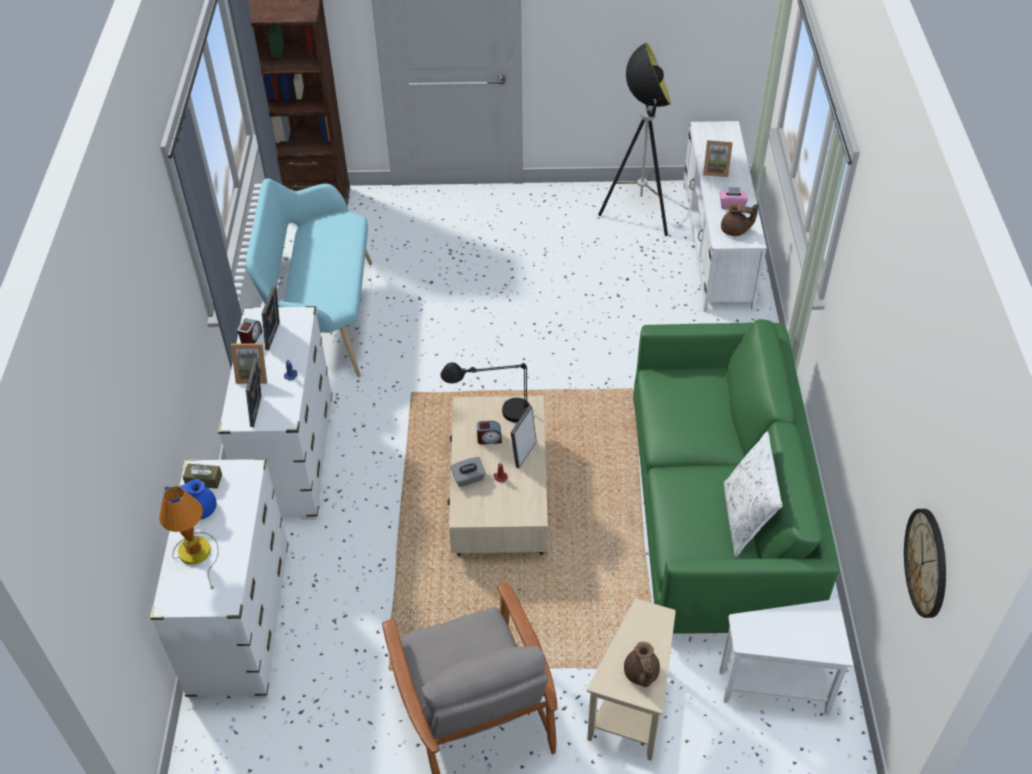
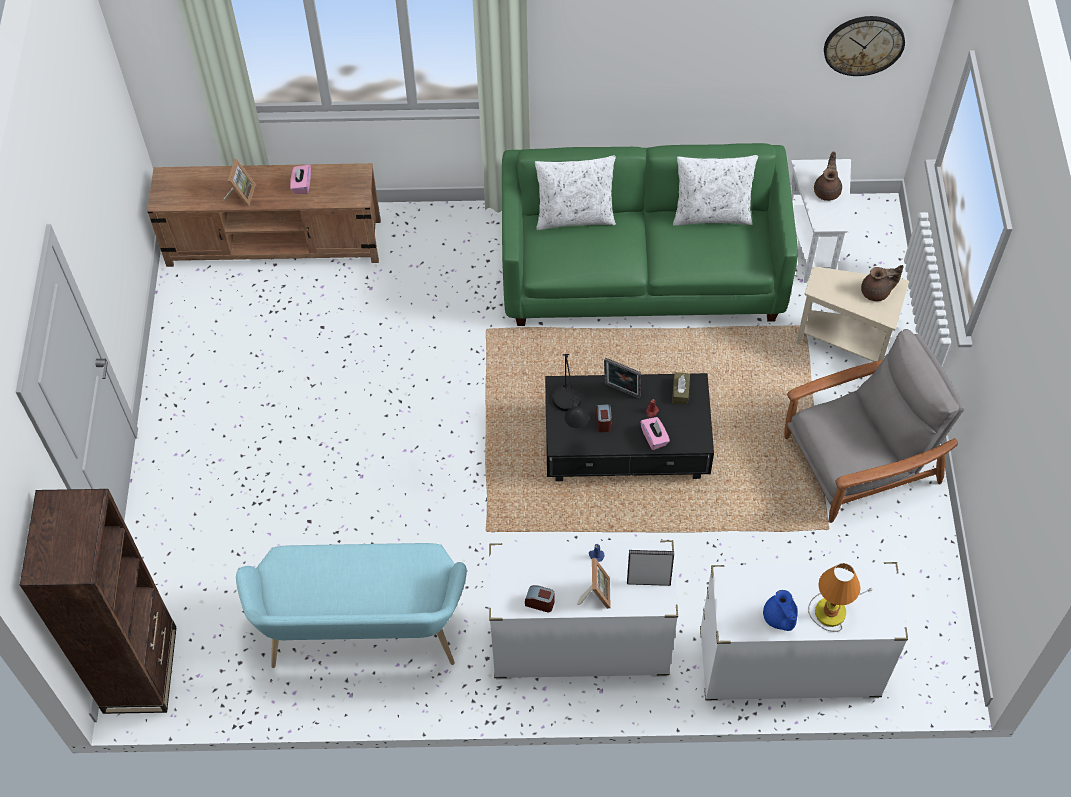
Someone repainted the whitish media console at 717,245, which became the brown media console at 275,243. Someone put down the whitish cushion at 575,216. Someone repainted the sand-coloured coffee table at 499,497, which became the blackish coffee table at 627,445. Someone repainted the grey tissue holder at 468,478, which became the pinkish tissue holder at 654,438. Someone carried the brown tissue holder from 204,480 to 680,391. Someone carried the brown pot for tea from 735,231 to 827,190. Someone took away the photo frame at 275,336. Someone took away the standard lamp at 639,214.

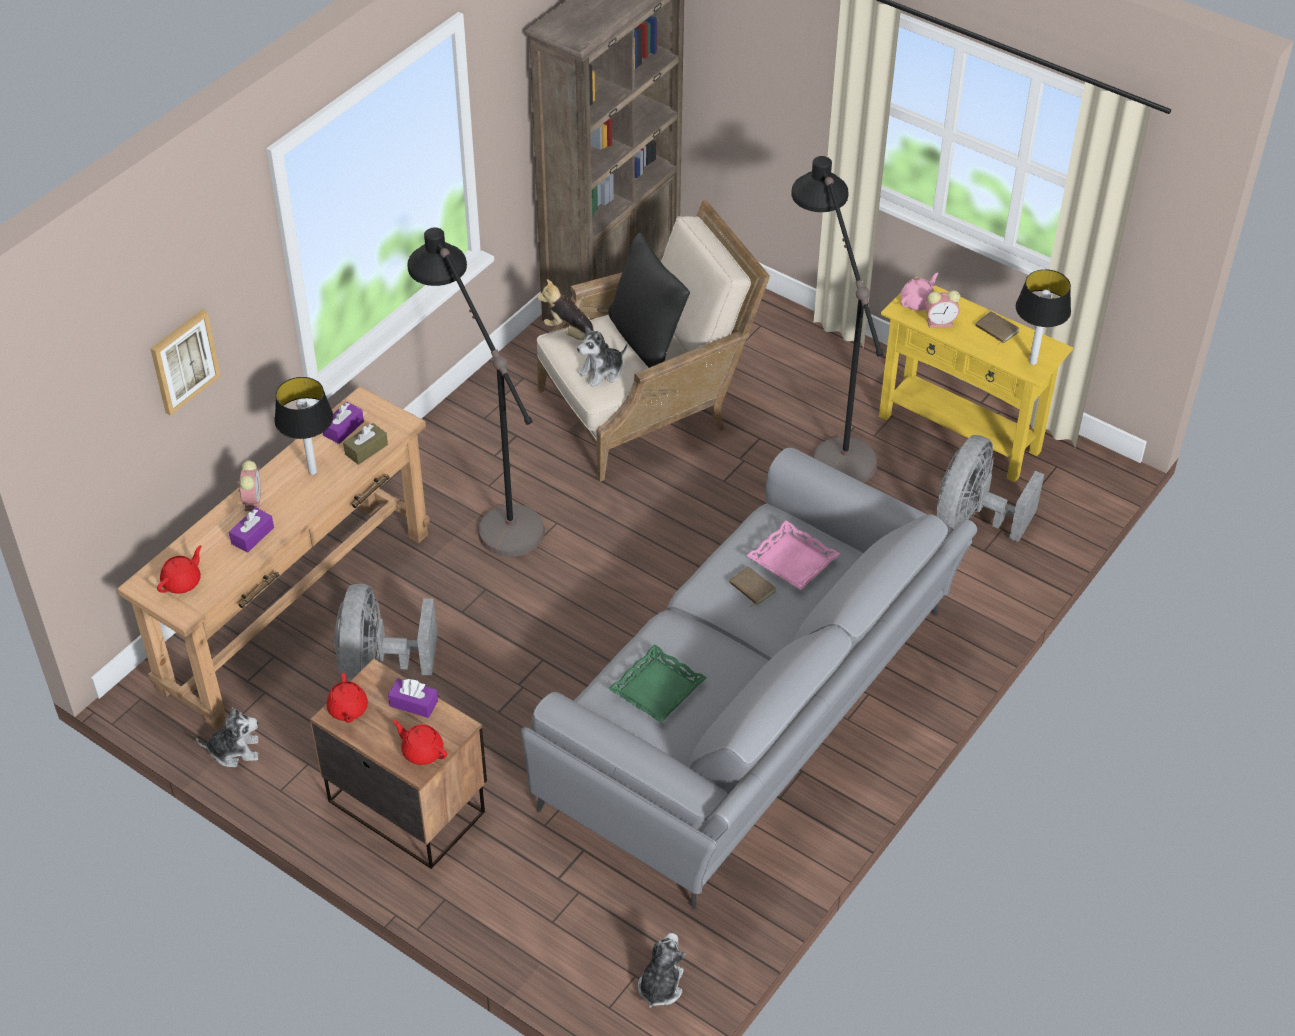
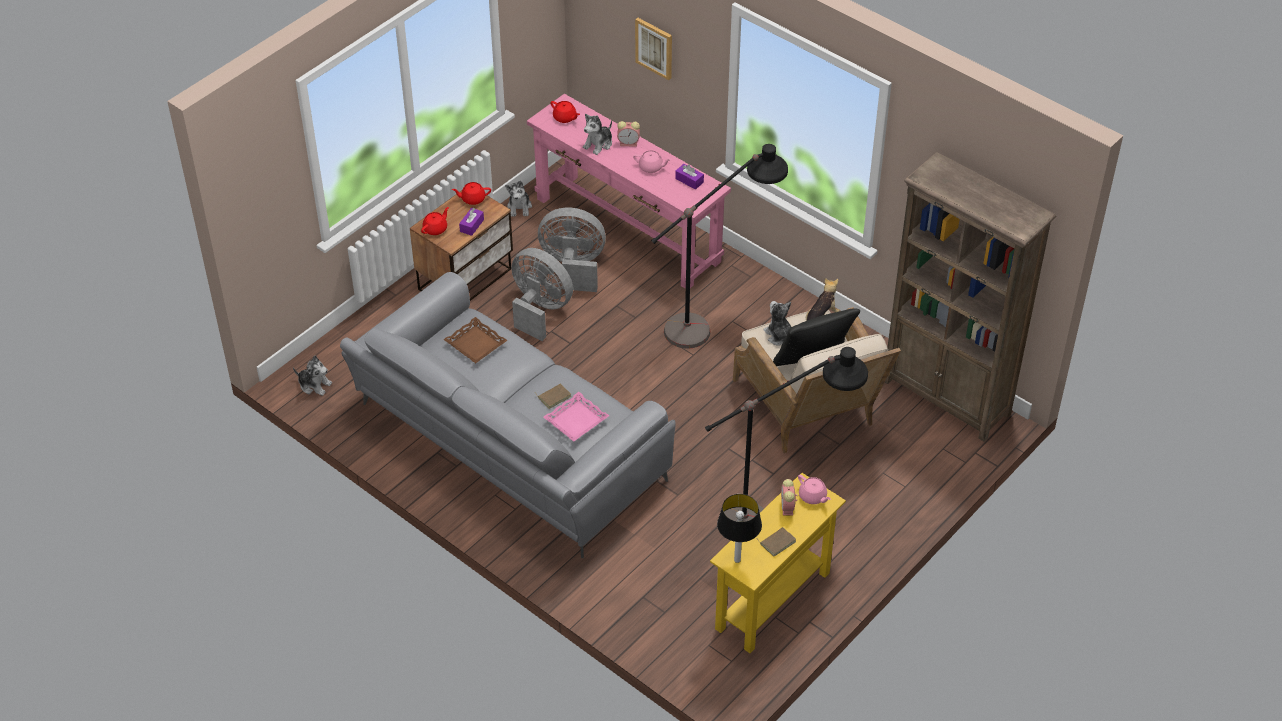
Someone repainted the green-coloured serving tray at 657,688, which became the brown serving tray at 476,344. Someone carried the grey electric fan from 972,520 to 540,309. Someone repainted the brown narrow table at 297,610, which became the pinkish narrow table at 627,230. Someone swapped the purplish tissue holder at 252,535 for the cuddly toy at 598,144. Someone swapped the tabletop lamp at 312,471 for the pinkish pot for tea at 651,167. Someone took away the brown tissue holder at 366,449.

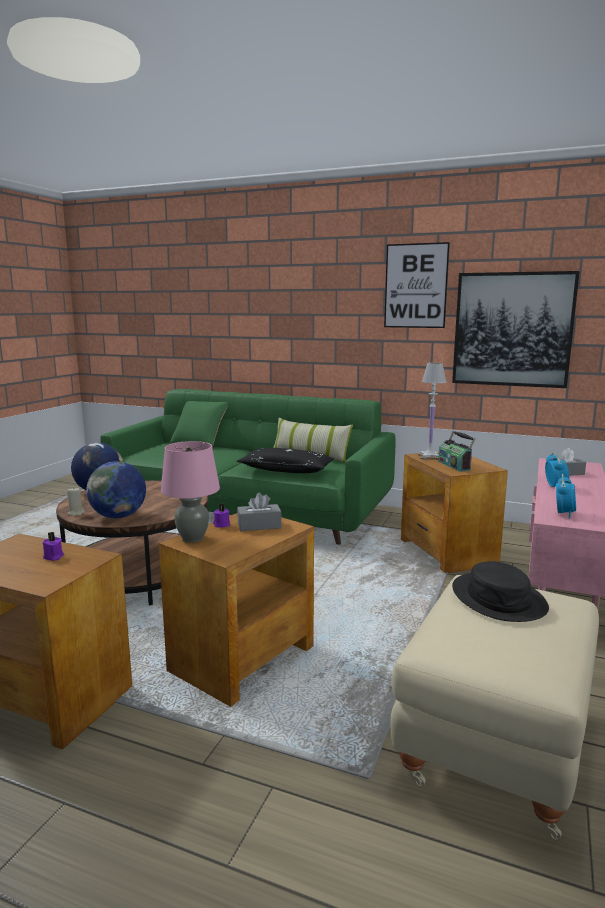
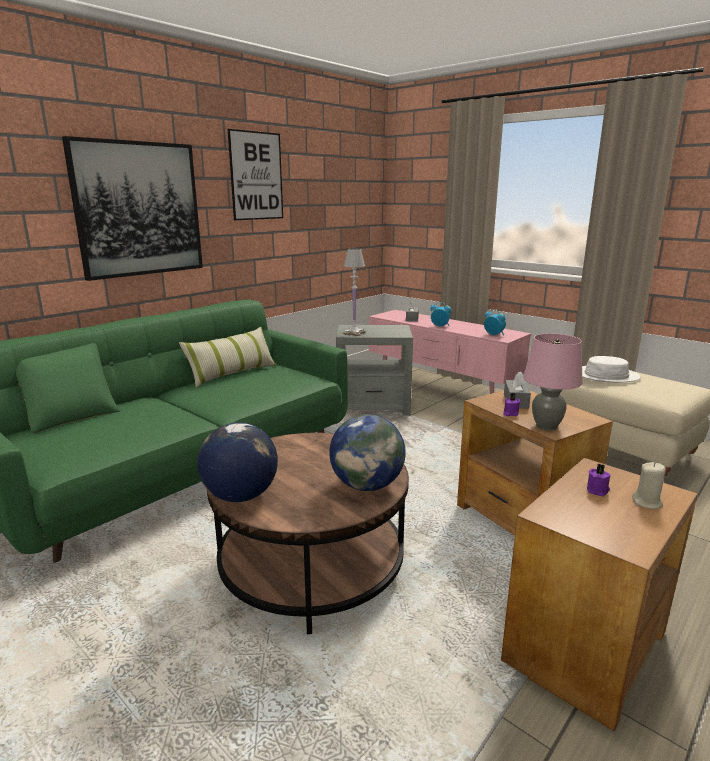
Someone carried the wall art from 512,329 to 138,209. Someone repainted the brown accent table at 447,552, which became the grey accent table at 373,406. Someone repainted the blackish wearable hat at 498,598, which became the whitish wearable hat at 606,375. Someone carried the sand-coloured wax candle from 76,513 to 647,502. Someone took away the blackish cushion at 286,470. Someone took away the radio receiver at 455,465.

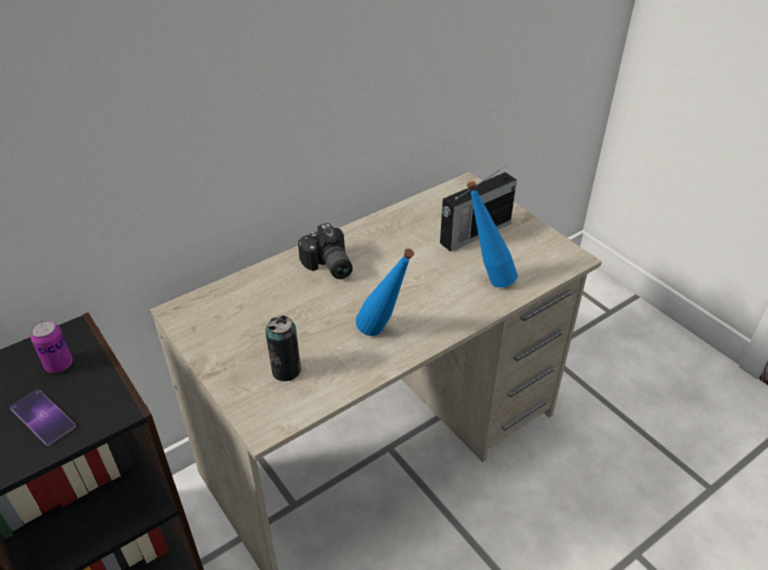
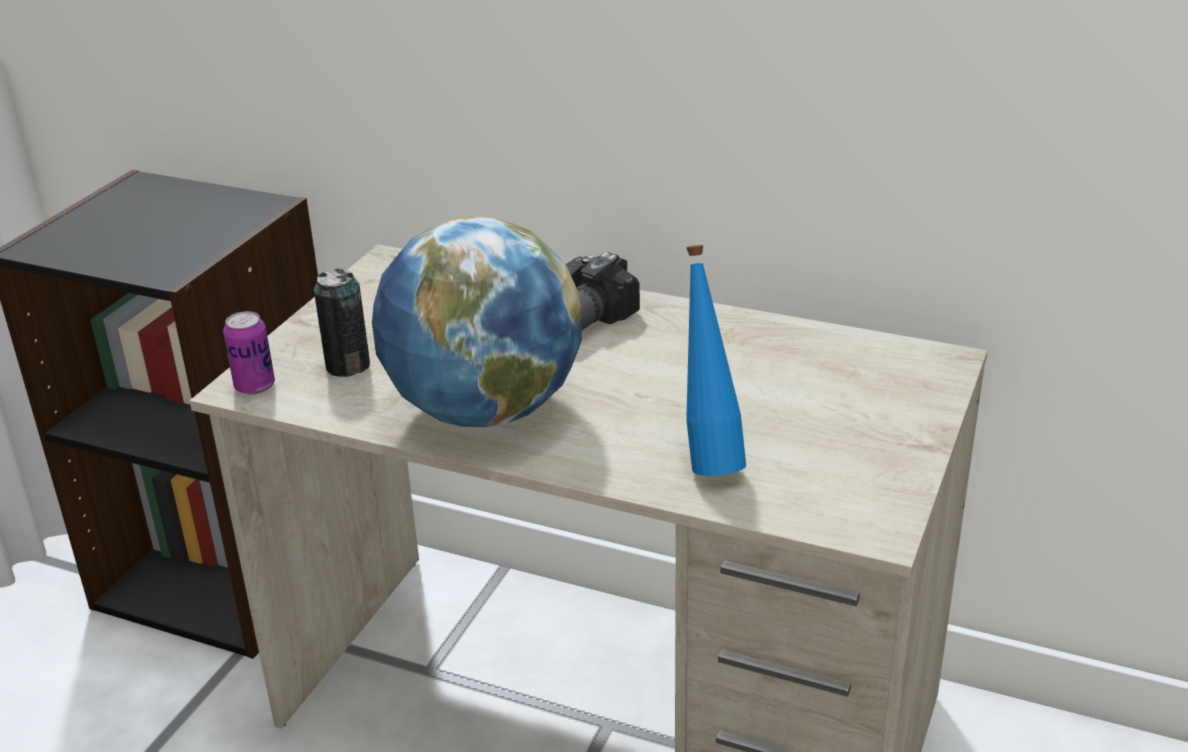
Someone carried the metal can from 59,364 to 255,386. Someone swapped the blue drink bottle at 384,334 for the world globe at 483,411. Someone took away the telephone at 43,417. Someone took away the radio receiver at 474,233.

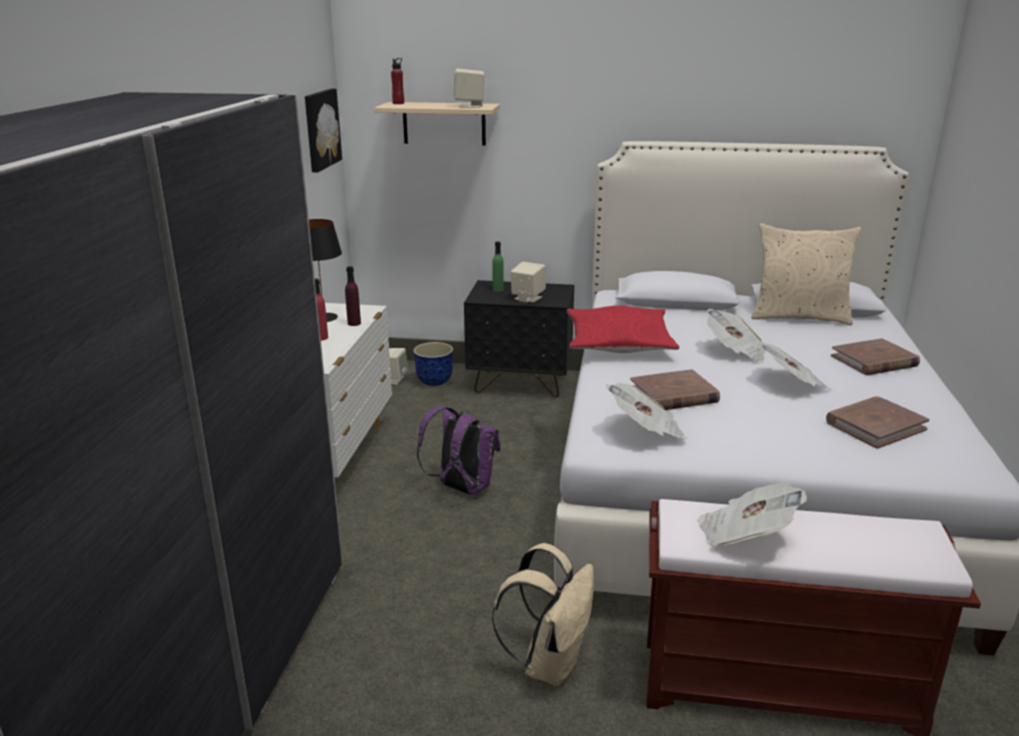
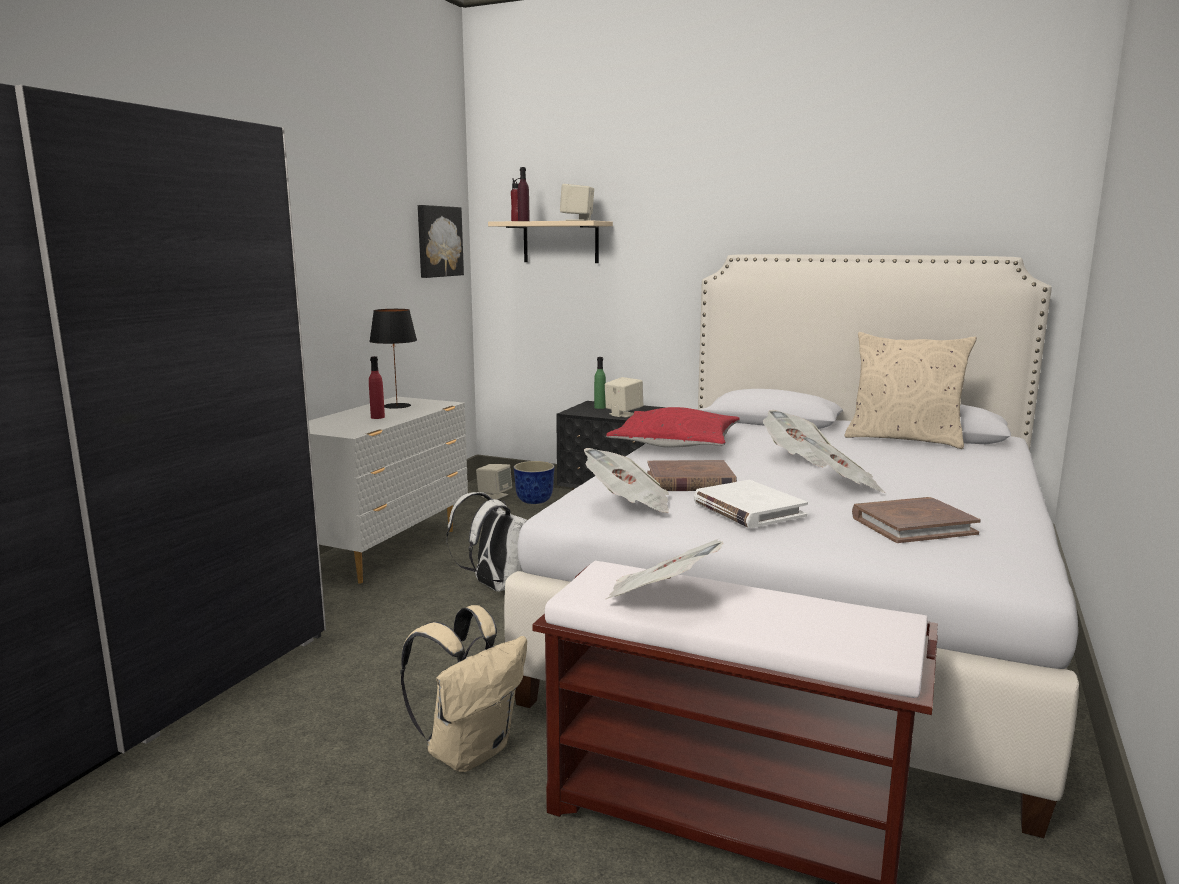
Someone repainted the purplish backpack at 461,488, which became the whitish backpack at 495,586. Someone carried the purplish drink bottle from 354,323 to 523,221. Someone put down the whitish bound book at 748,509. Someone took away the brown bound book at 874,361.

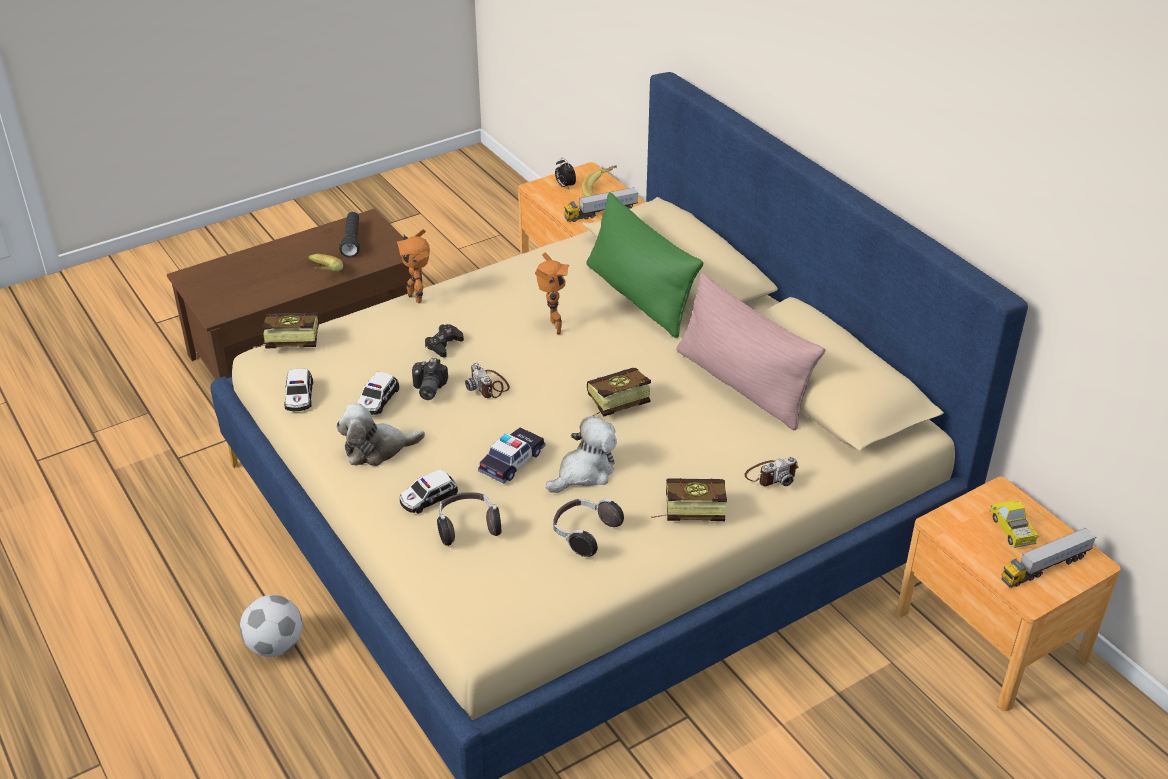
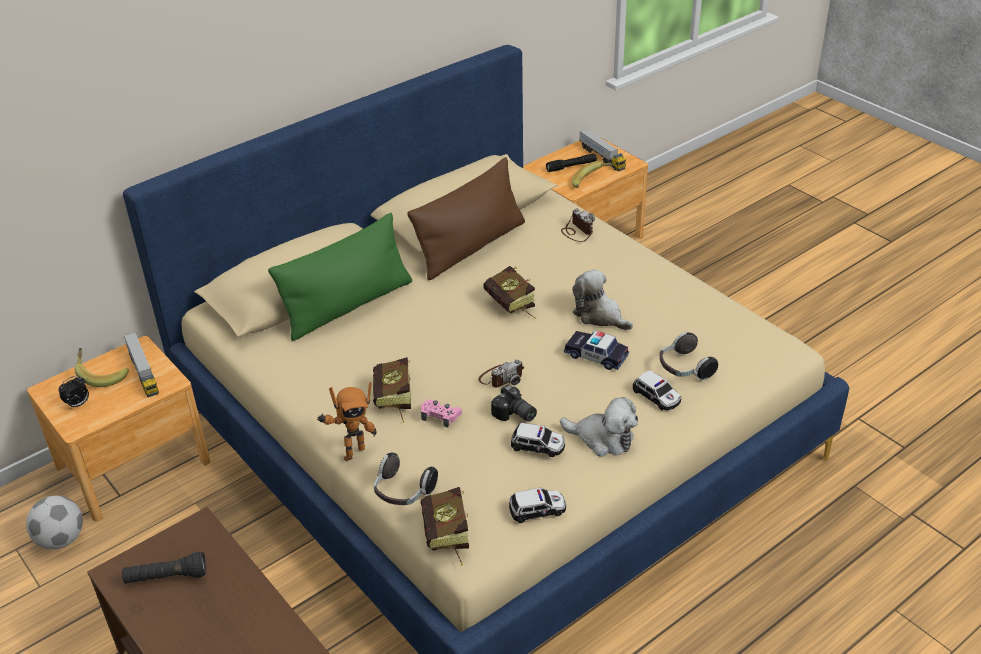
Someone carried the football from 275,646 to 61,539. Someone carried the bound book from 687,511 to 393,401. Someone carried the pair of headphones from 584,534 to 403,492. Someone repainted the pinkish cushion at 742,384, which became the brown cushion at 471,247. Someone repainted the blackish game controller at 444,345, which became the pinkish game controller at 440,416. Someone rotated the still camera at 427,389 by 45 degrees clockwise. Someone swapped the toy lorry at 1011,530 for the blackish hand torch at 571,166. Someone rotated the cuddly toy at 377,449 by 45 degrees counterclockwise. Someone carried the whole banana from 321,274 to 592,182. Someone took away the model robot at 552,328.

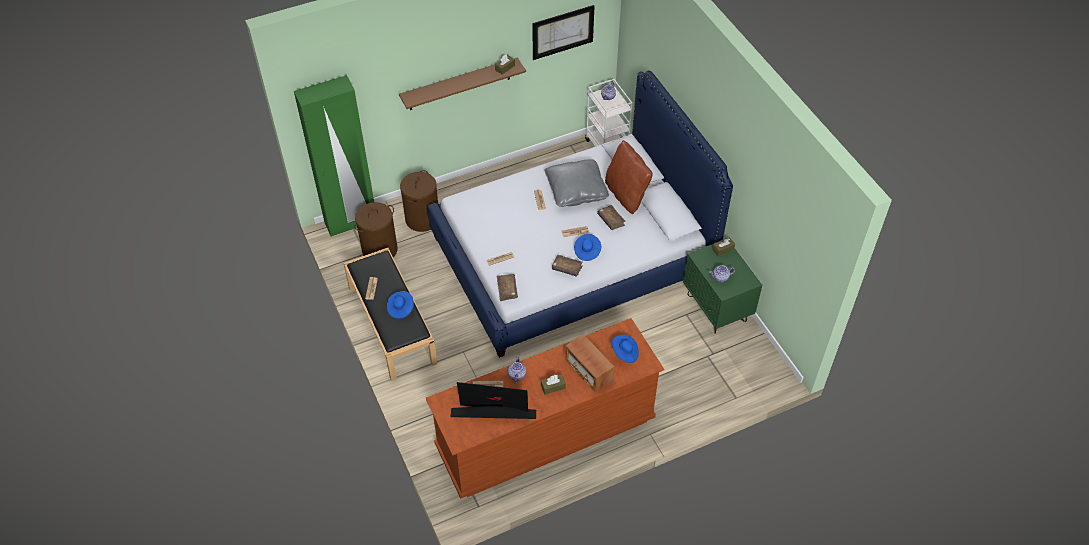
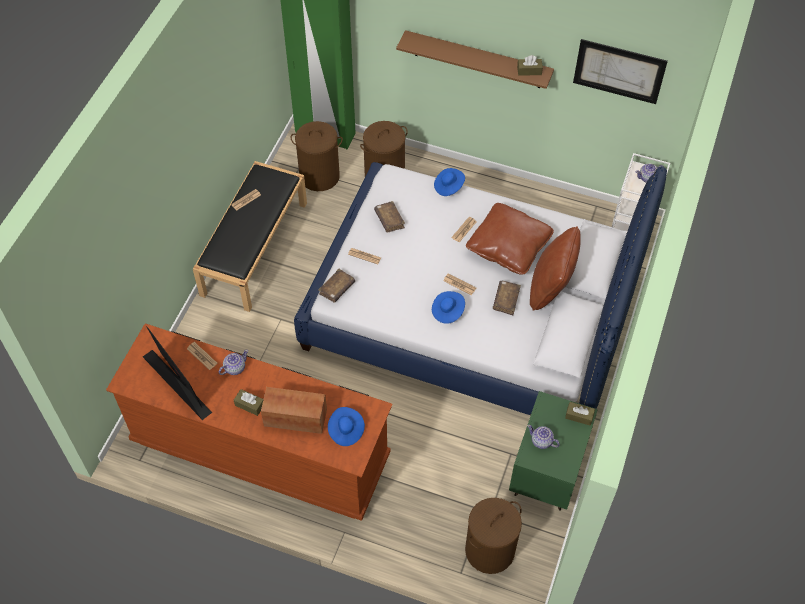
Someone rotated the radio receiver at 588,371 by 90 degrees clockwise. Someone carried the brown bound book from 567,268 to 389,220. Someone carried the blue wearable hat from 400,308 to 448,187. Someone put down the brown laundry basket at 489,550. Someone repainted the grey cushion at 576,190, which became the brown cushion at 508,246.

